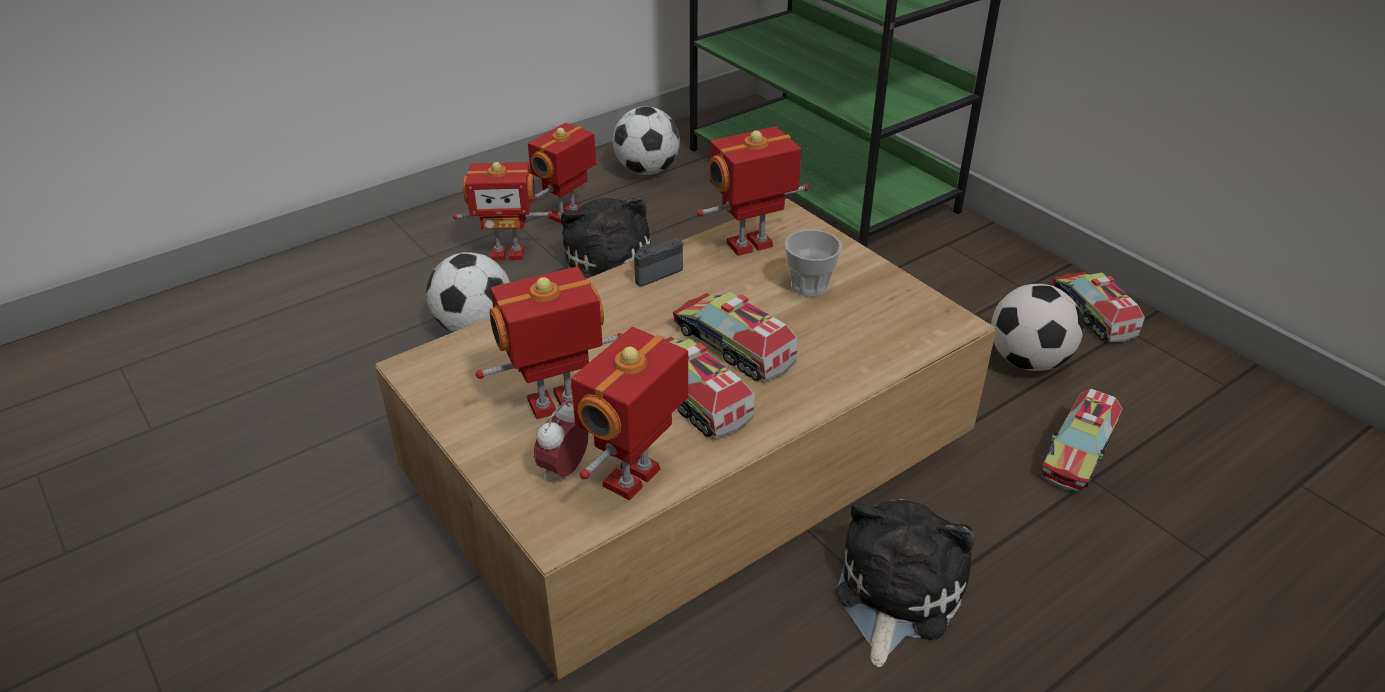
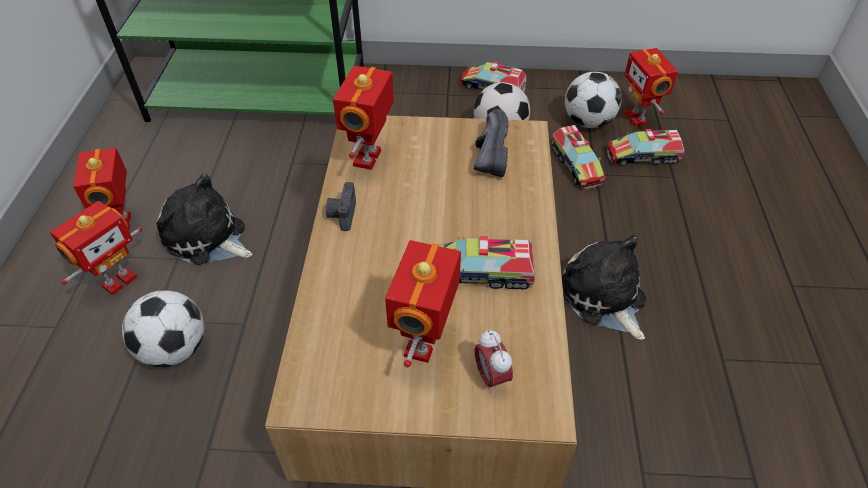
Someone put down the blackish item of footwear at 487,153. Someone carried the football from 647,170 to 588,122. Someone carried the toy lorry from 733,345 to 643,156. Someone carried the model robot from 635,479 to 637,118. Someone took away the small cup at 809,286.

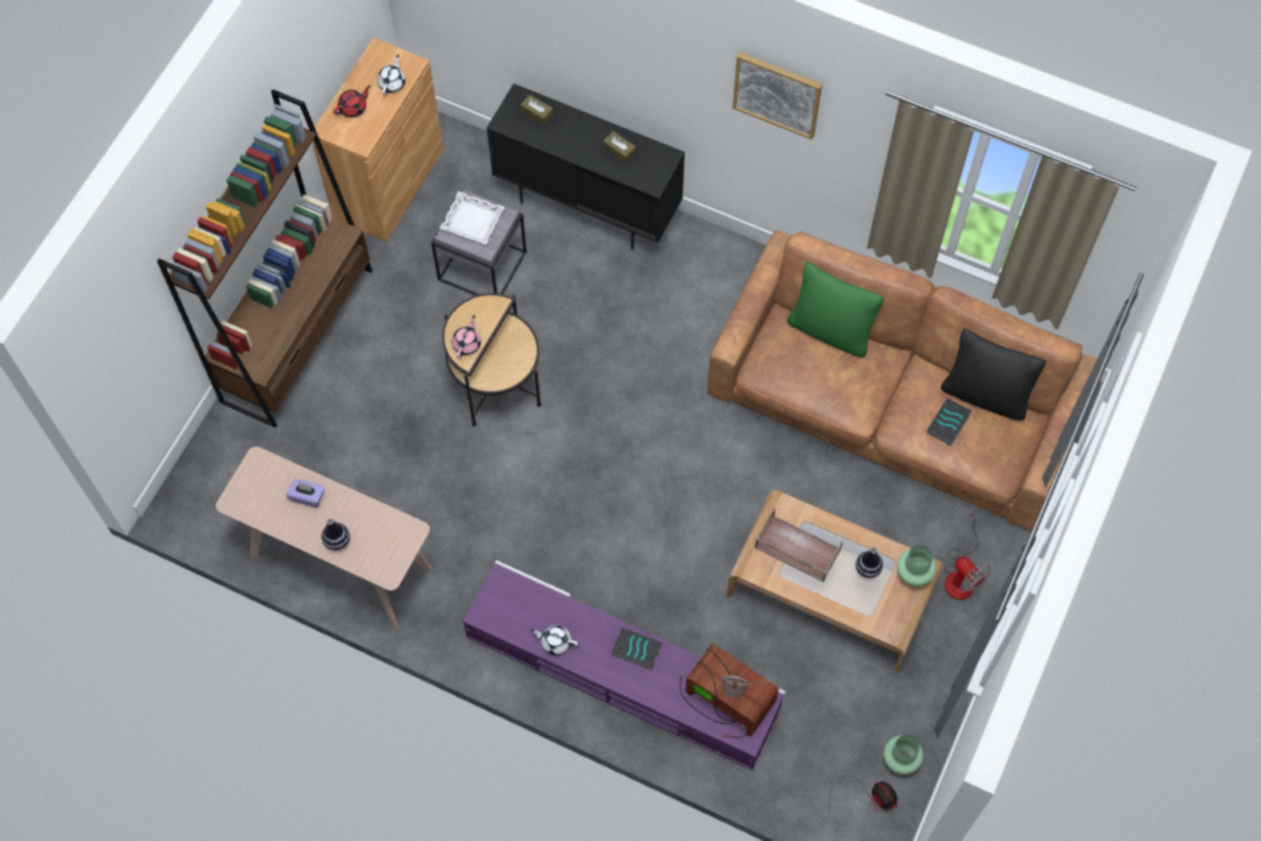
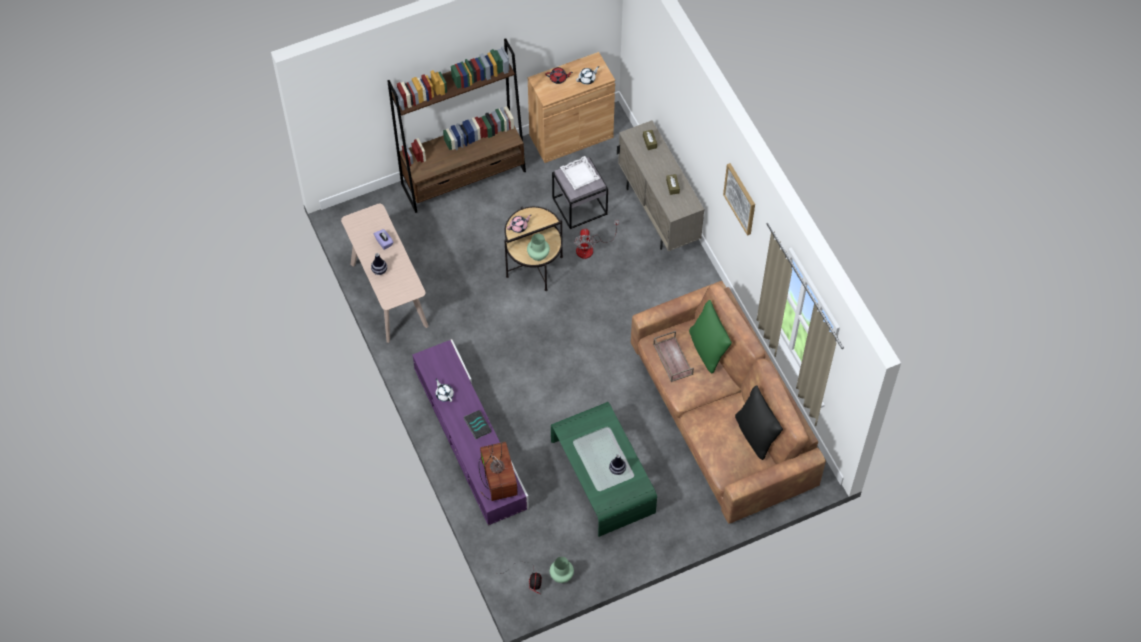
Someone carried the green-coloured vase from 914,573 to 538,255. Someone repainted the brown coffee table at 830,591, which became the green-coloured coffee table at 602,476. Someone carried the electric fan from 961,575 to 590,247. Someone repainted the blackish cabinet at 588,206, which became the sand-coloured cabinet at 658,214. Someone carried the brown serving tray from 796,549 to 672,359. Someone took away the bound book at 948,424.

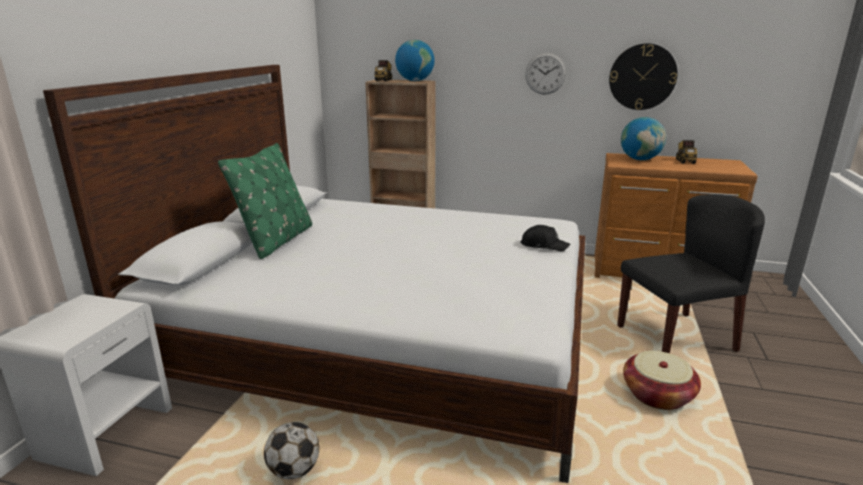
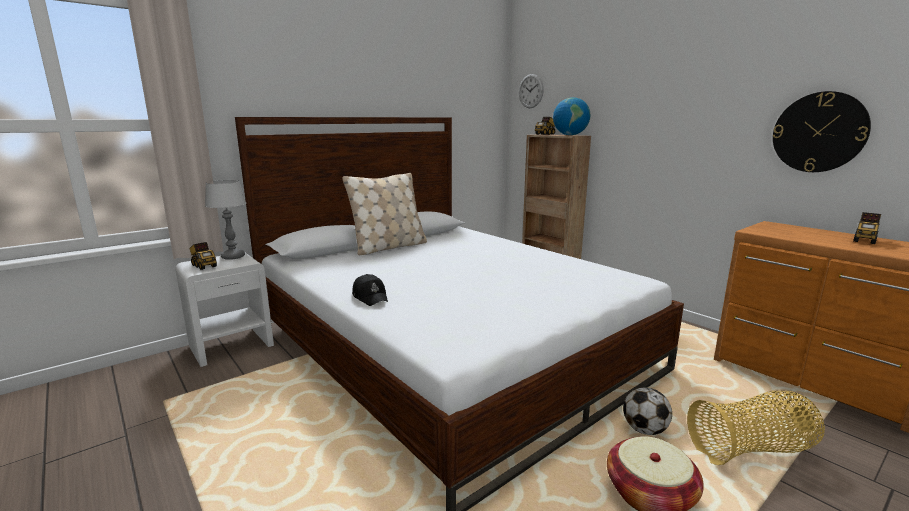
Someone put down the toy lorry at 204,266. Someone put down the tabletop lamp at 233,257. Someone repainted the green-coloured cushion at 277,240, which became the sand-coloured cushion at 388,247. Someone carried the blackish peaked cap from 544,245 to 370,297. Someone carried the hanging clock from 545,73 to 530,91. Someone carried the football from 294,471 to 644,430. Someone swapped the blackish chair at 676,337 for the storage basket at 751,450. Someone took away the world globe at 640,159.

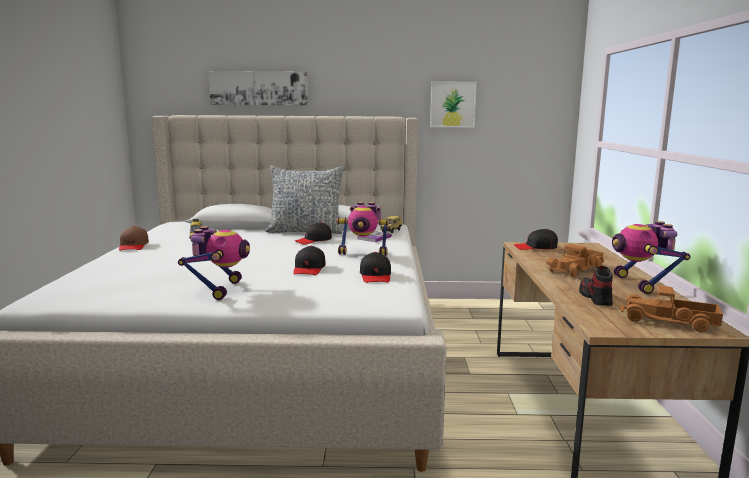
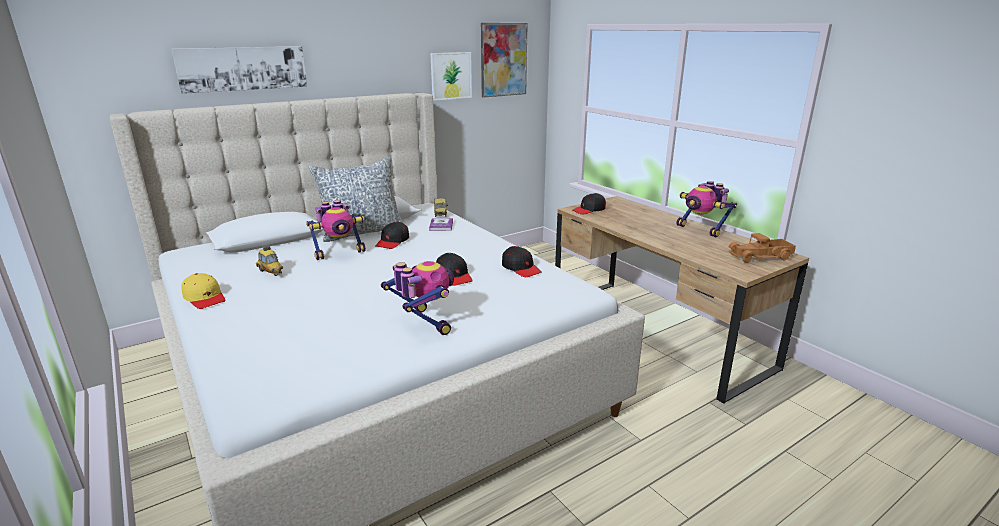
Someone repainted the brown peaked cap at 133,246, which became the yellow peaked cap at 205,298. Someone carried the model robot from 363,253 to 339,253. Someone put up the wall art at 503,60. Someone took away the toy lorry at 576,269. Someone took away the item of footwear at 595,298.

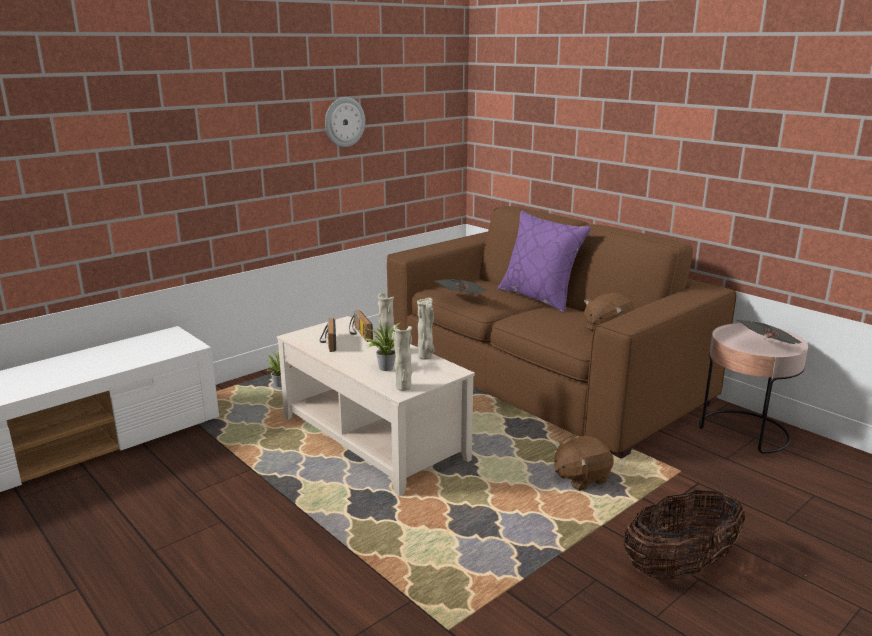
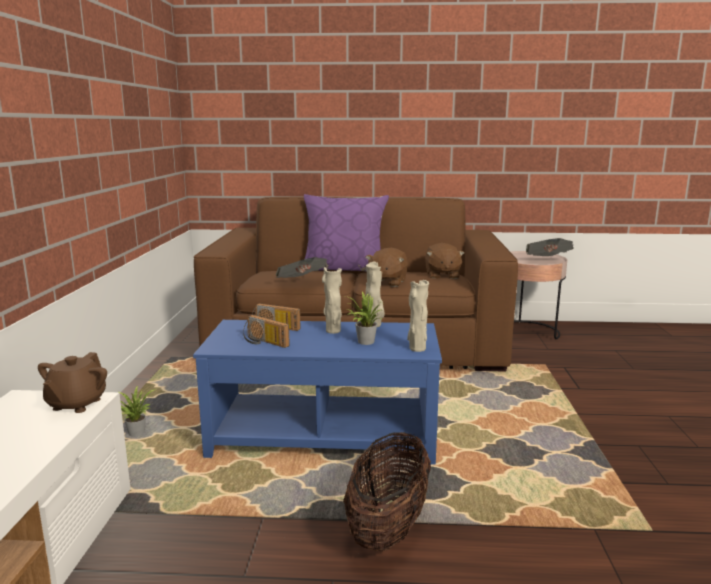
Someone put down the brown pot for tea at 76,404. Someone repainted the sand-coloured coffee table at 373,438, which became the blue coffee table at 324,435. Someone carried the storage basket from 680,567 to 388,526. Someone carried the brown cuddly toy from 580,478 to 387,282. Someone took away the hanging clock at 344,122.

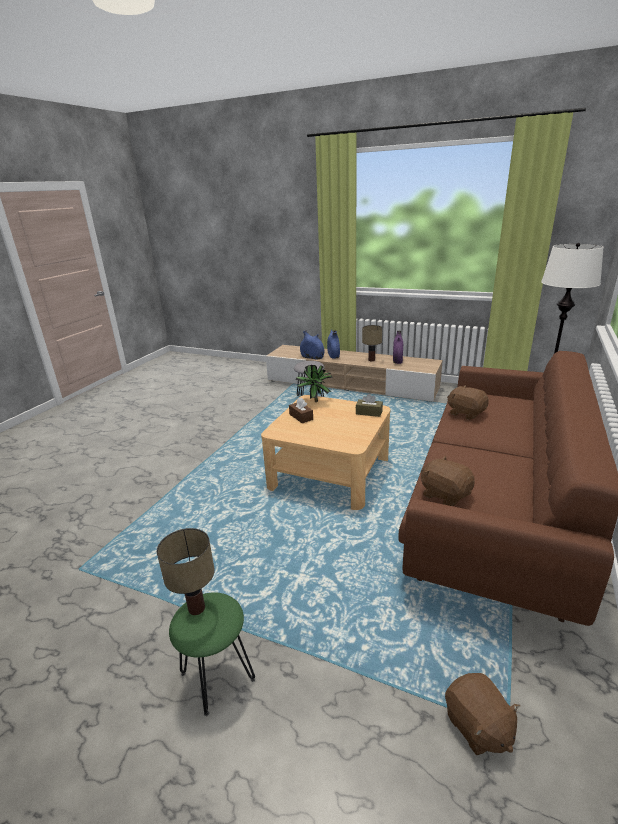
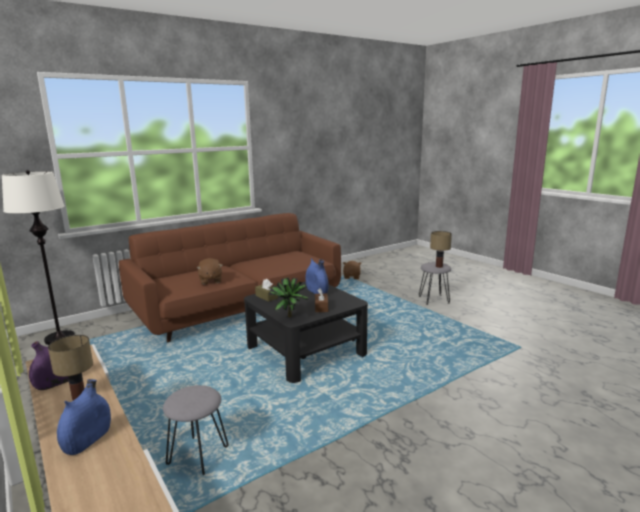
Someone repainted the sand-coloured coffee table at 330,473, which became the blackish coffee table at 306,350. Someone carried the blue vase from 312,357 to 317,291. Someone repainted the green-coloured stool at 217,677, which became the grey stool at 434,299. Someone took away the brown cuddly toy at 445,494.

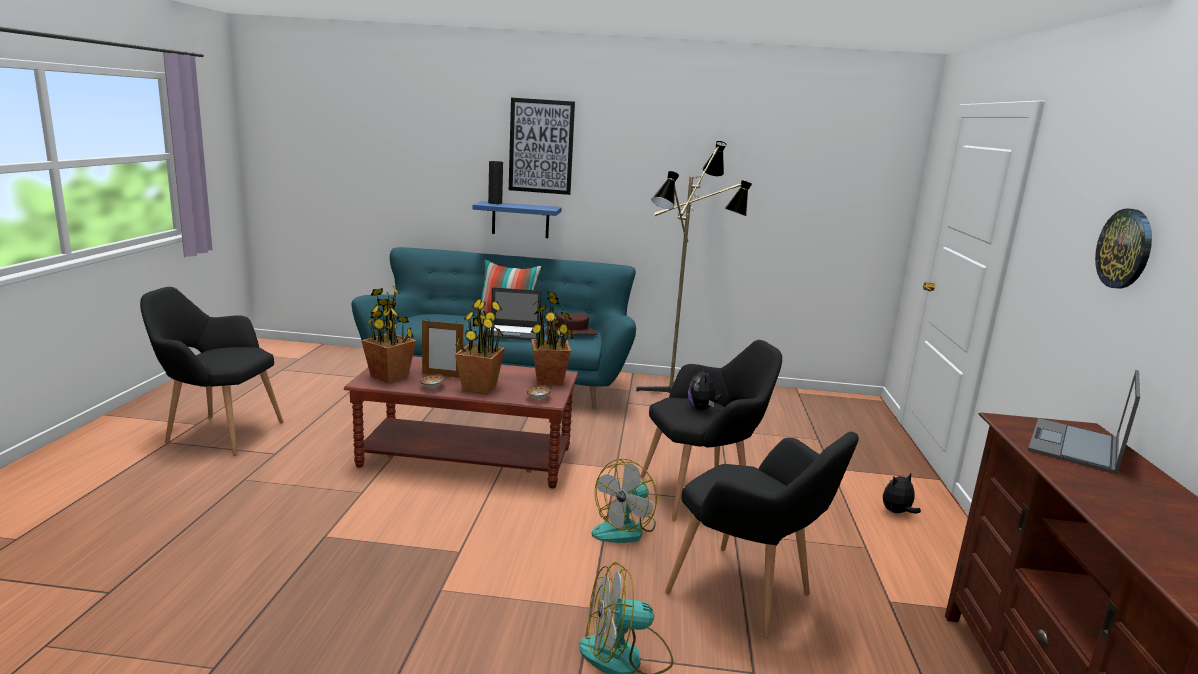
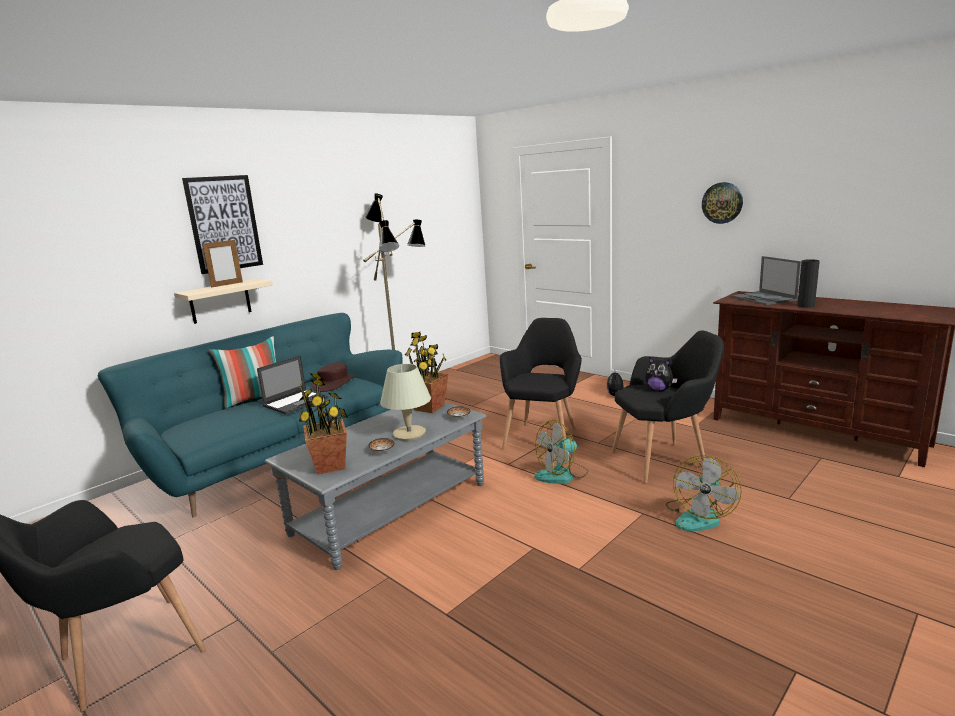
Someone repainted the blue bracket shelf at 520,220, which became the sand-coloured bracket shelf at 220,301. Someone carried the photo frame from 442,375 to 227,284. Someone repainted the brown coffee table at 467,458, which became the grey coffee table at 391,508. Someone swapped the potted plant at 479,387 for the sand-coloured tabletop lamp at 409,434. Someone rotated the electric fan at 625,529 by 75 degrees clockwise. Someone carried the cuddly toy from 702,409 to 659,390. Someone carried the blackish vase from 495,203 to 806,305.

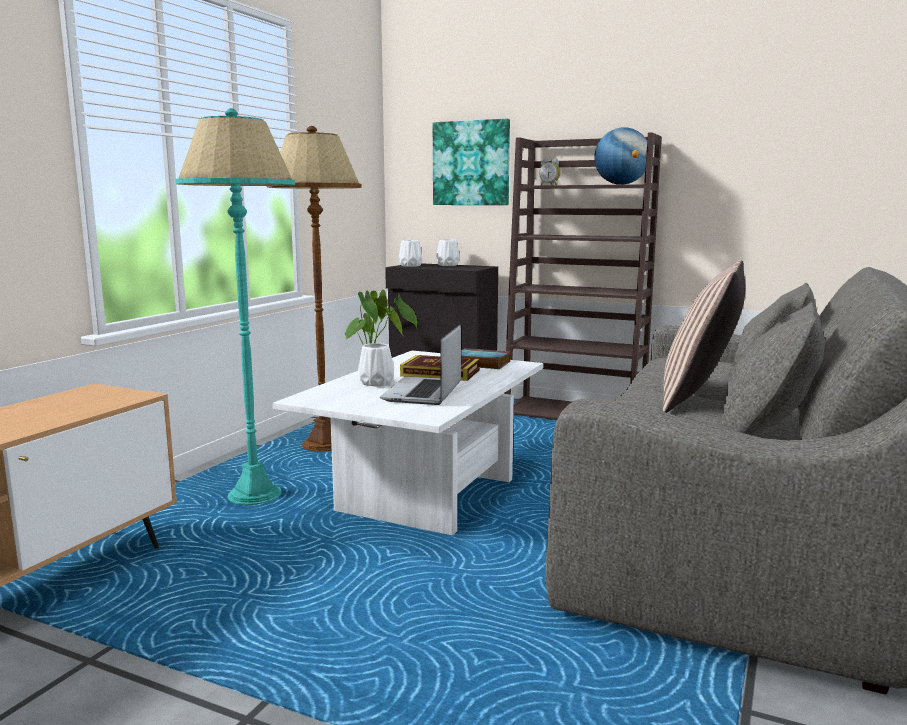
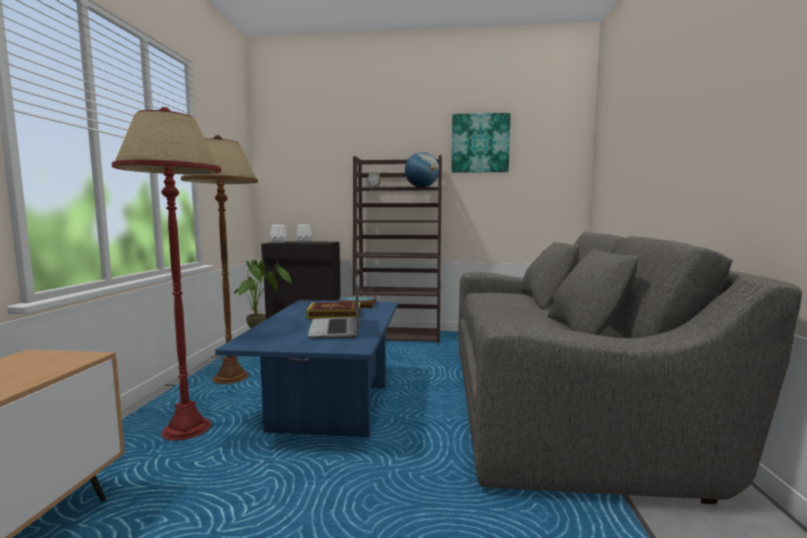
Someone repainted the blue-green standard lamp at 255,496, which became the red standard lamp at 187,430. Someone repainted the whitish coffee table at 423,494, which became the blue coffee table at 328,406. Someone carried the wall art from 471,163 to 480,143. Someone took away the whitish vase at 377,383. Someone took away the cushion at 700,397.

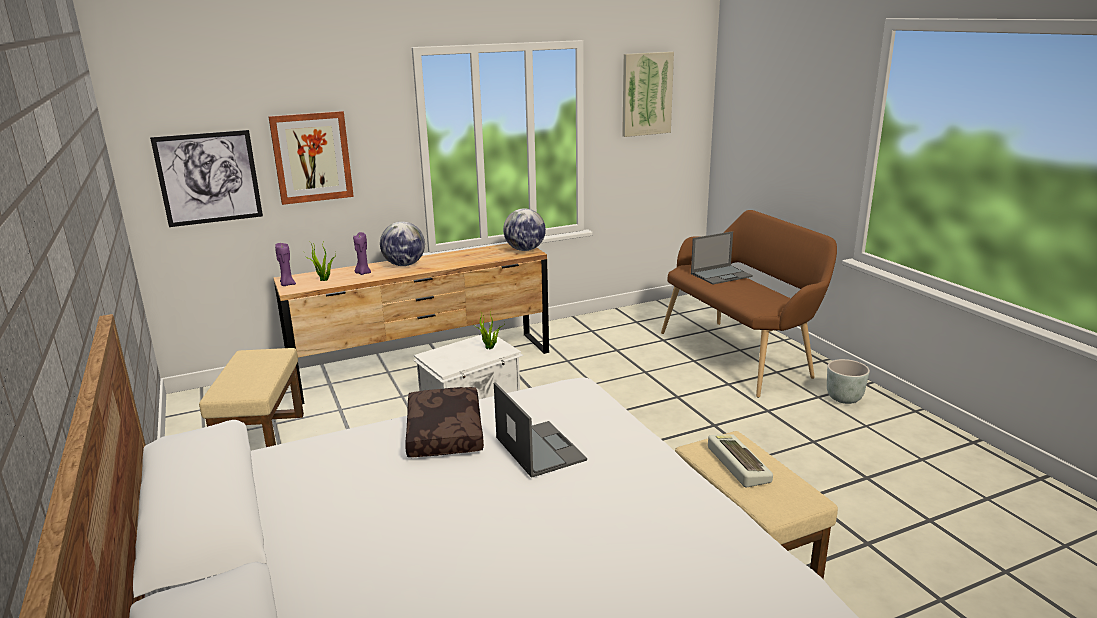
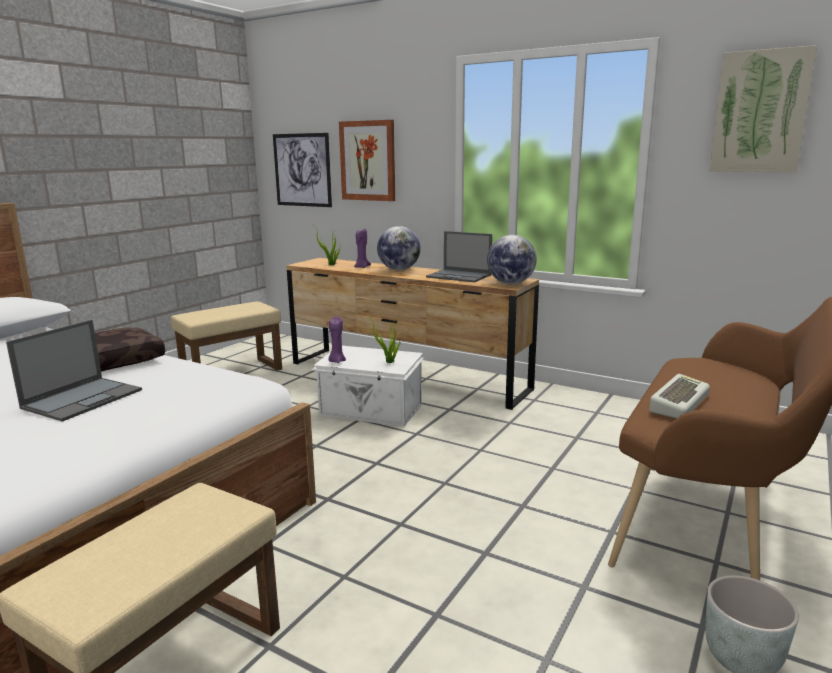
Someone carried the purplish wax candle from 287,284 to 337,361. Someone carried the notebook computer from 721,275 to 459,276. Someone carried the PC keyboard from 736,464 to 677,402.

